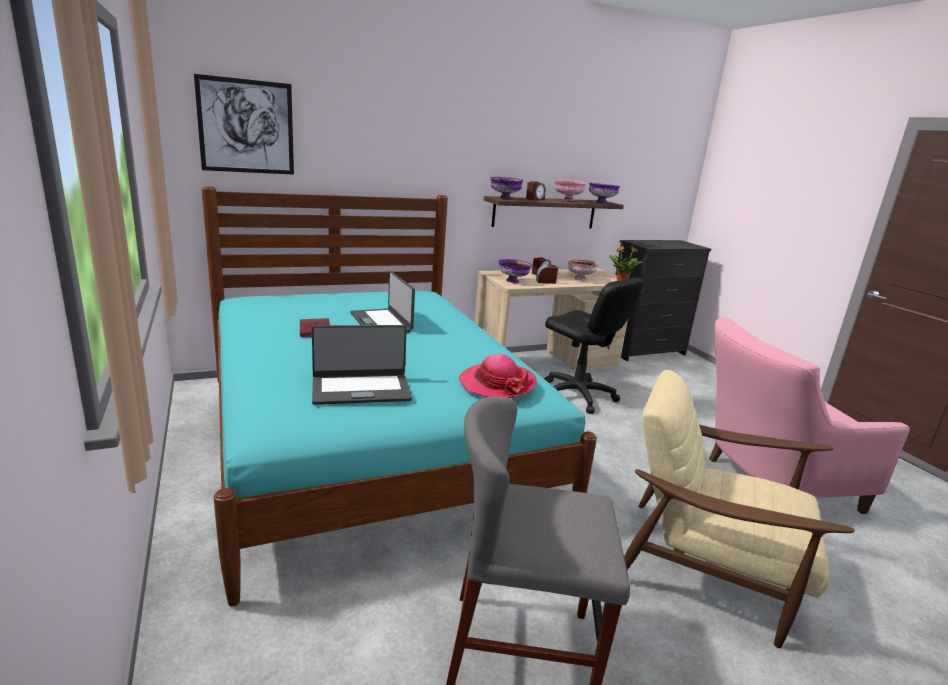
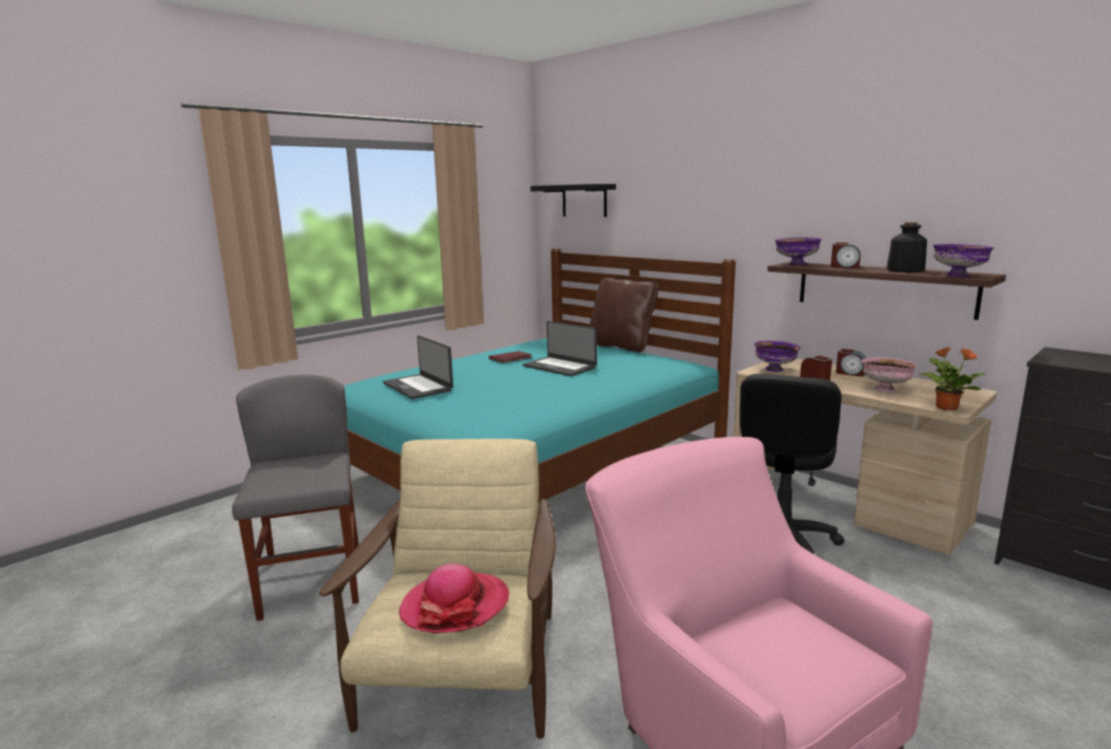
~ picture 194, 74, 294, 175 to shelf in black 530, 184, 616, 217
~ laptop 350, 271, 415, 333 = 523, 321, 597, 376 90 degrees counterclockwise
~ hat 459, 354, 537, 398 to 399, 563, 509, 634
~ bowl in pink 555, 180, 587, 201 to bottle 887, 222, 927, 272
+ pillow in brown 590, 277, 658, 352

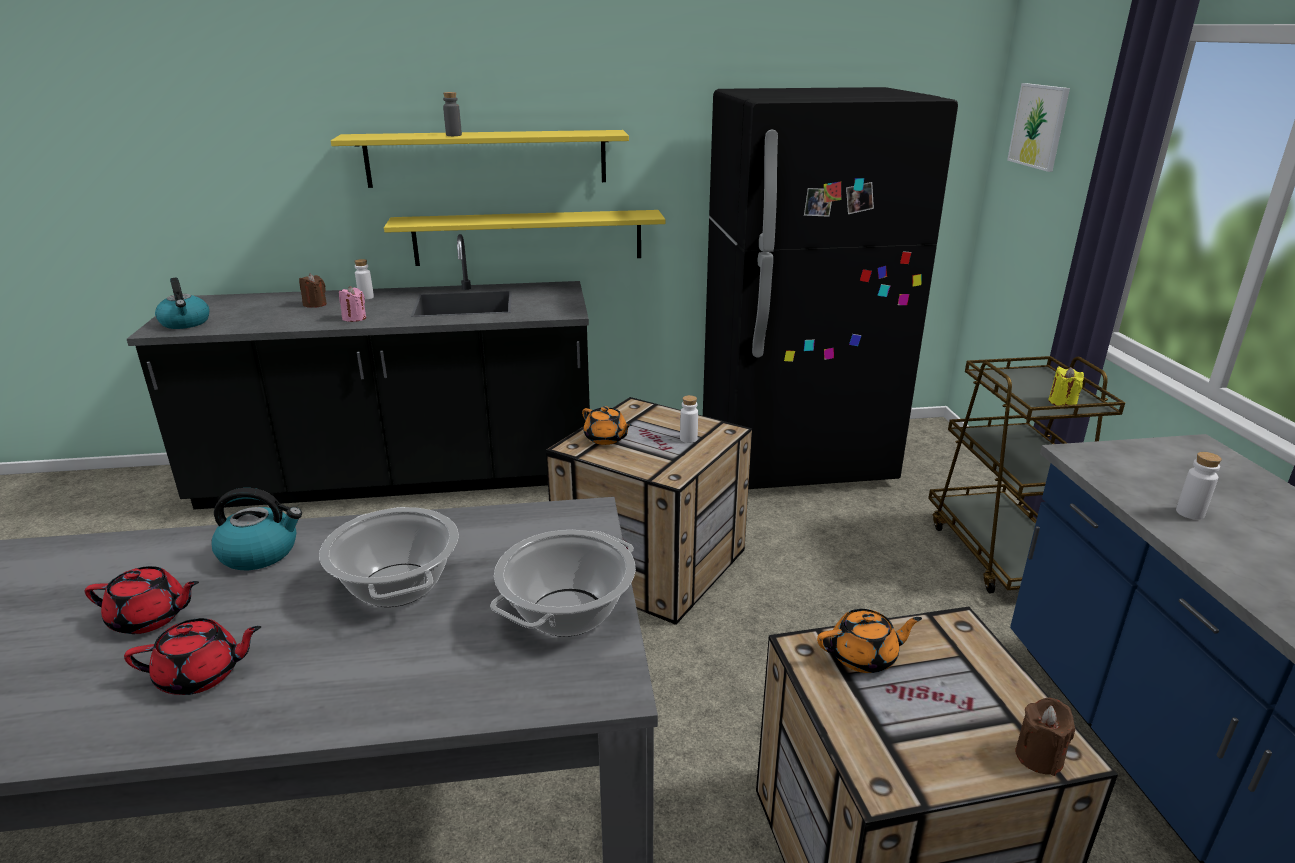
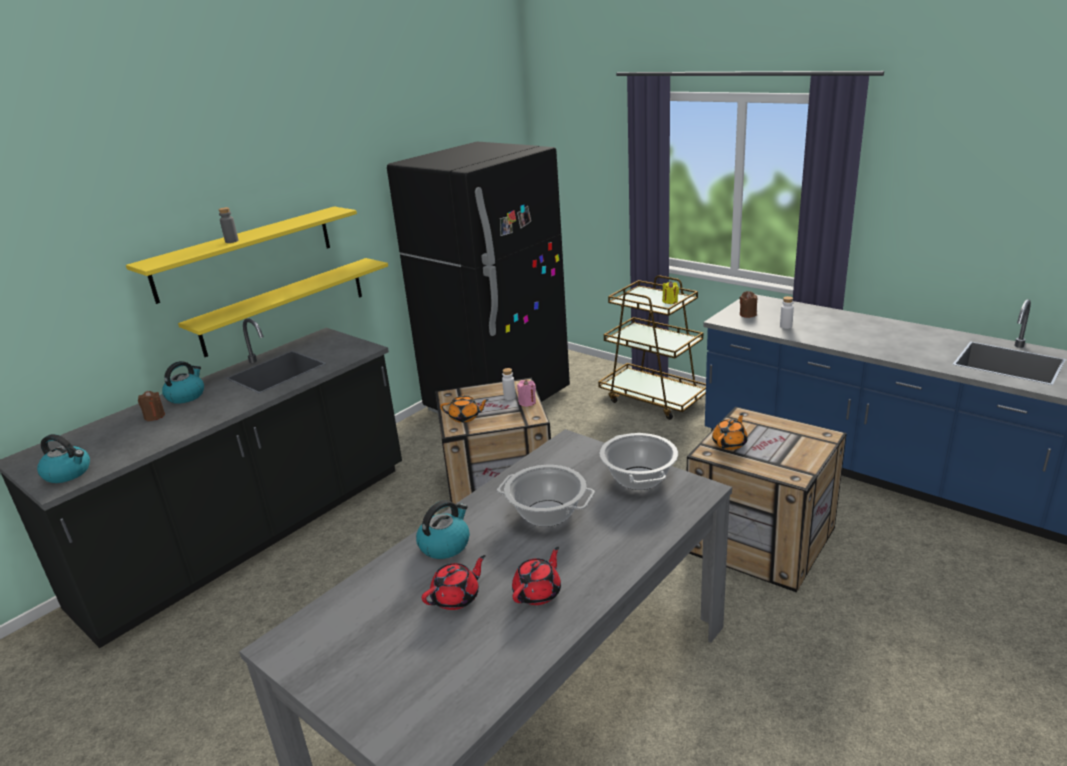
~ candle in pink 339, 286, 366, 322 to 517, 380, 536, 407
~ bottle in white 354, 259, 374, 300 to kettle 162, 361, 204, 404
- picture 1007, 83, 1070, 172
~ candle in brown 1015, 698, 1075, 776 to 740, 291, 757, 318

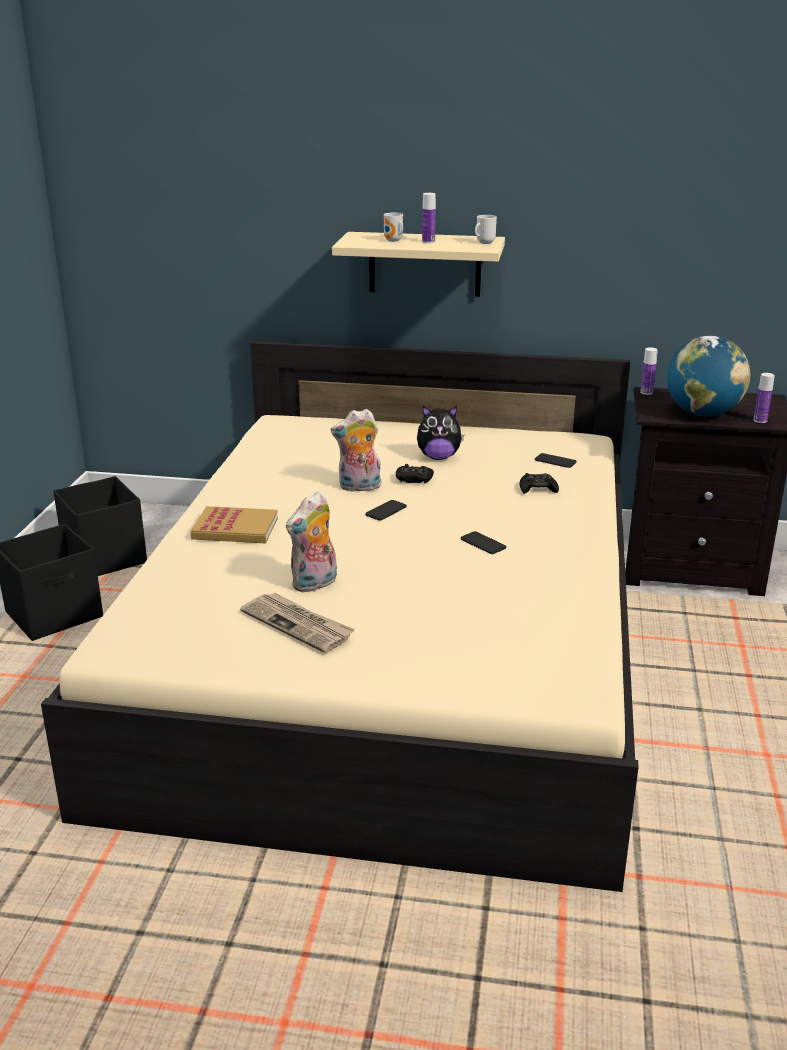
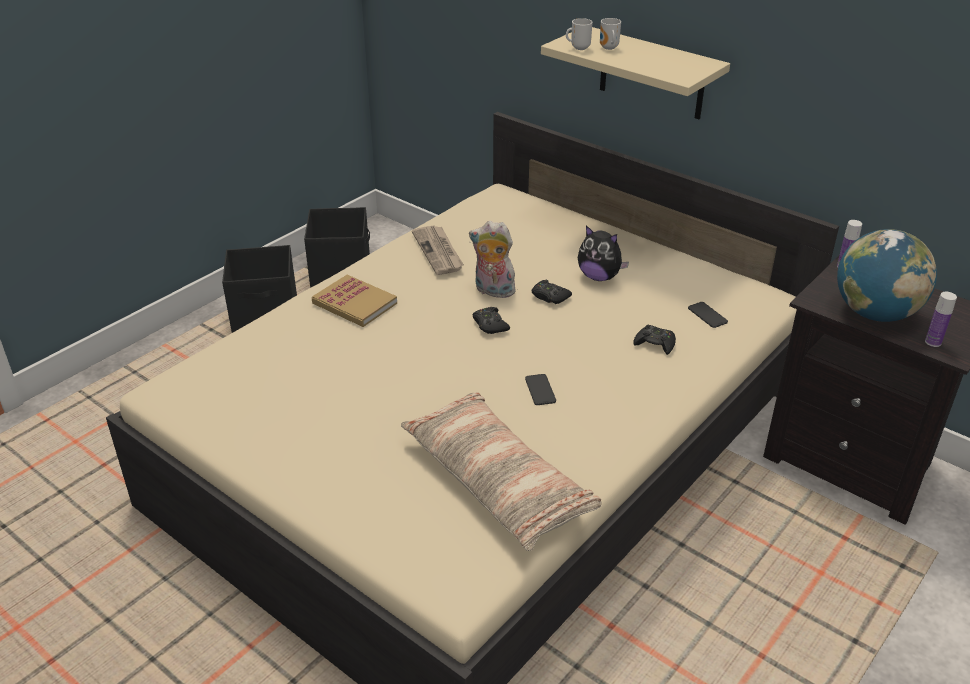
~ newspaper 240, 593, 355, 653 to 412, 225, 464, 275
- plush toy 286, 492, 337, 593
~ phone 365, 500, 407, 521 to game controller in black 472, 307, 510, 334
- bottle 422, 193, 436, 243
~ mug 475, 215, 497, 244 to 566, 18, 593, 50
+ pillow 401, 392, 602, 551

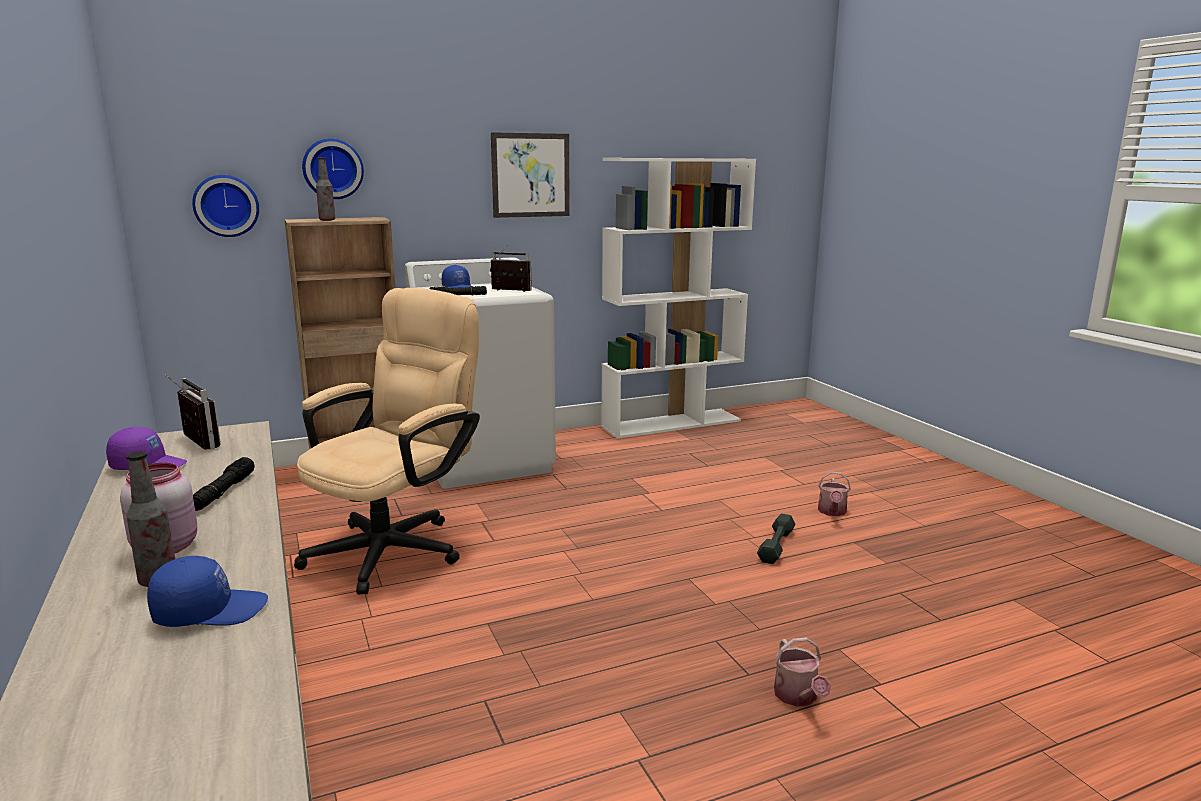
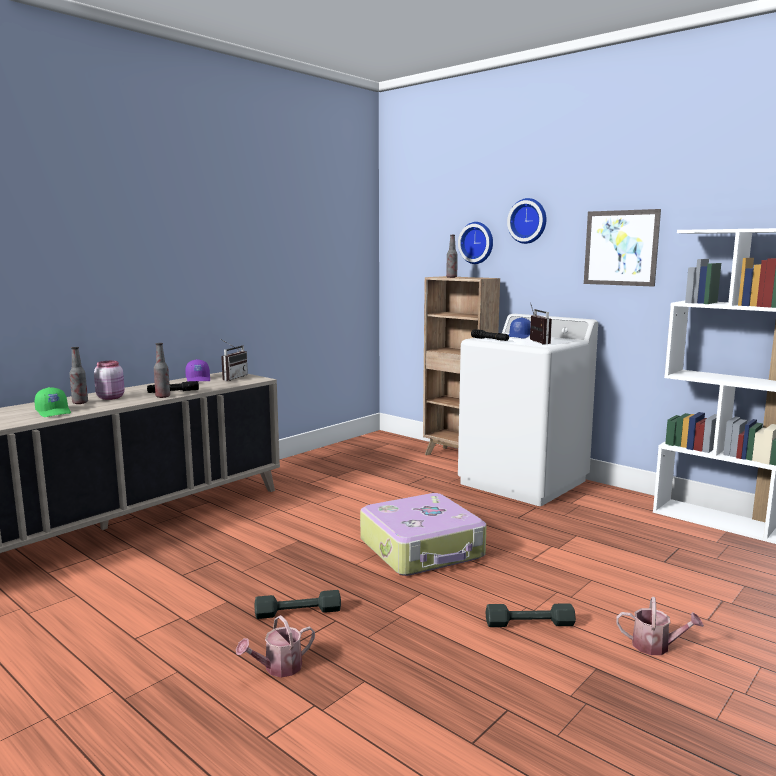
~ cap in blue 147, 556, 268, 627 to cap in green 34, 387, 71, 417
~ wall clock 192, 175, 259, 237 to 507, 198, 546, 244
- office chair in beige 294, 288, 480, 595
~ watering can 818, 472, 851, 516 = 616, 597, 704, 655 150 degrees counterclockwise
+ bottle 154, 343, 170, 398
+ dumbbell in grey 255, 590, 341, 619
+ suitcase 360, 493, 486, 576

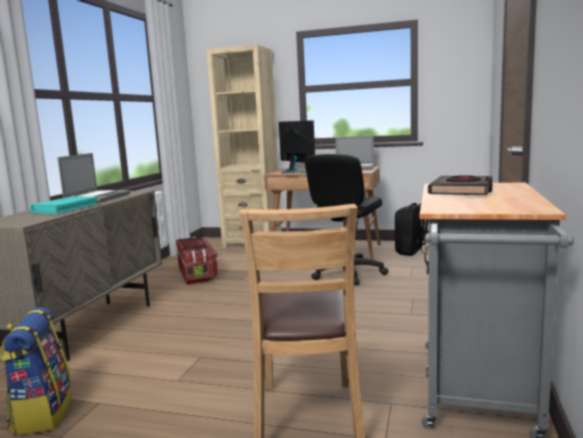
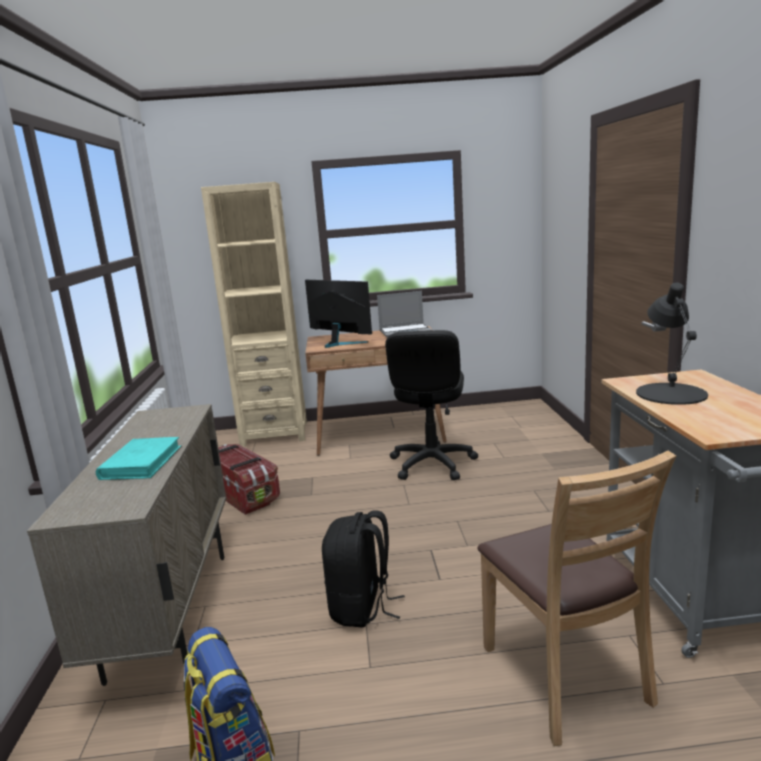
- laptop 58, 153, 131, 202
~ backpack in black 395, 203, 429, 256 to 322, 510, 405, 628
~ book in black 428, 175, 493, 195 to table lamp in black 636, 282, 708, 405

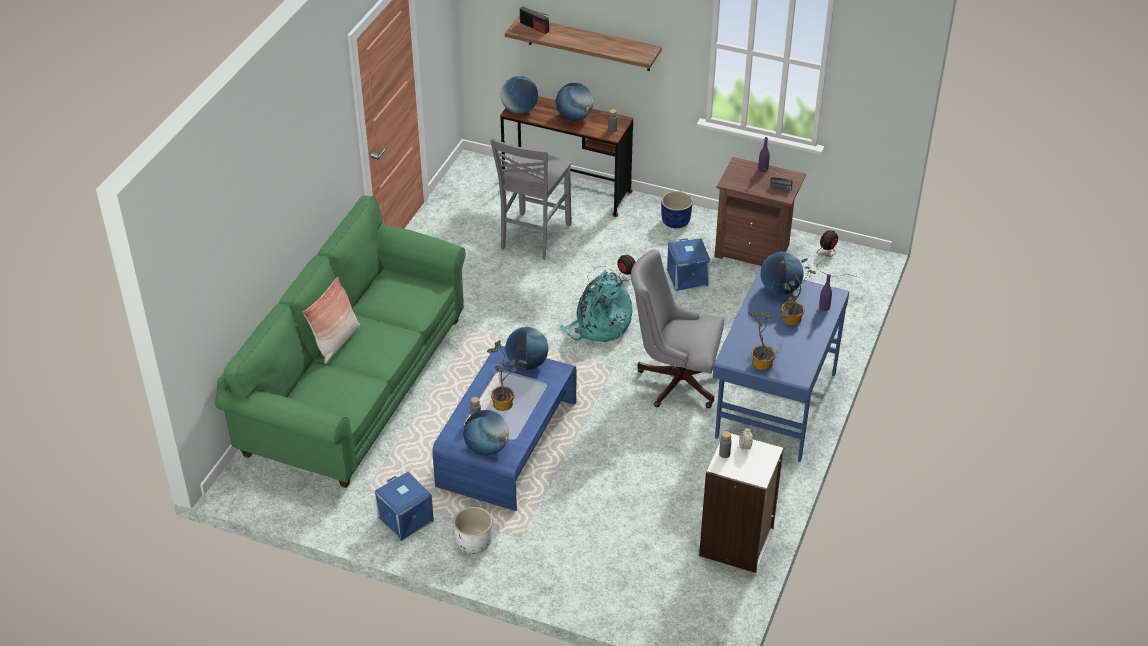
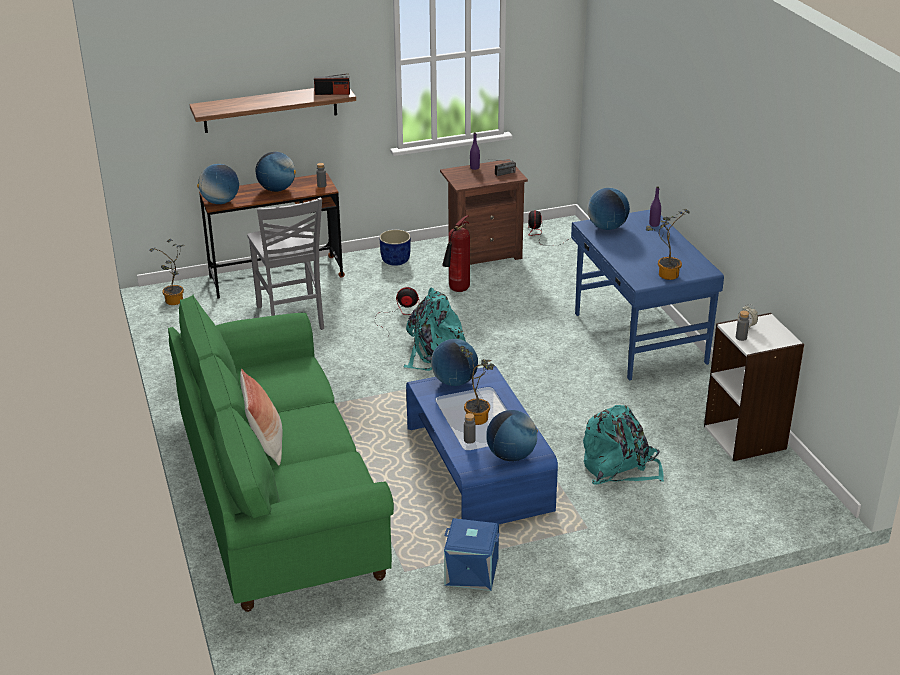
- planter in white 454, 507, 492, 554
~ radio 520, 7, 549, 34 to 314, 73, 350, 95
- office chair in grey 631, 249, 724, 408
~ storage box in blue 667, 238, 710, 291 to fire extinguisher 442, 215, 470, 292
~ potted plant 780, 258, 816, 325 to 149, 239, 184, 305
+ backpack in turquoise 583, 405, 664, 485

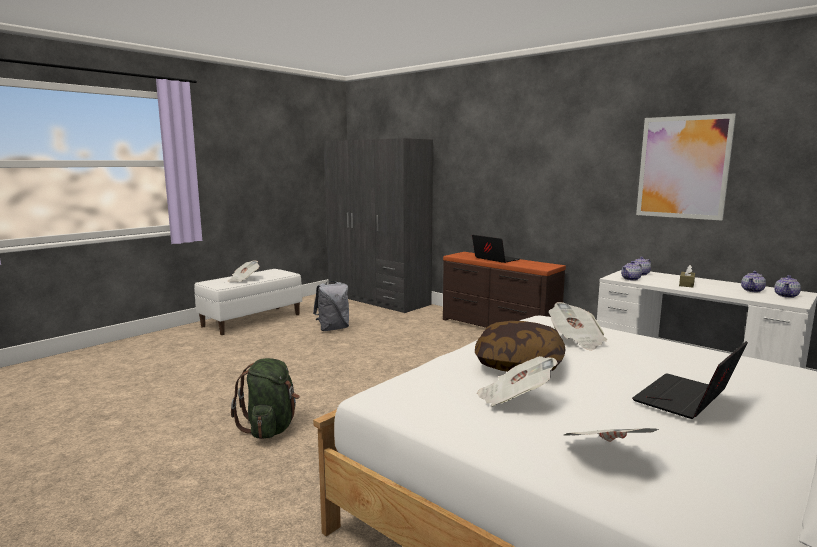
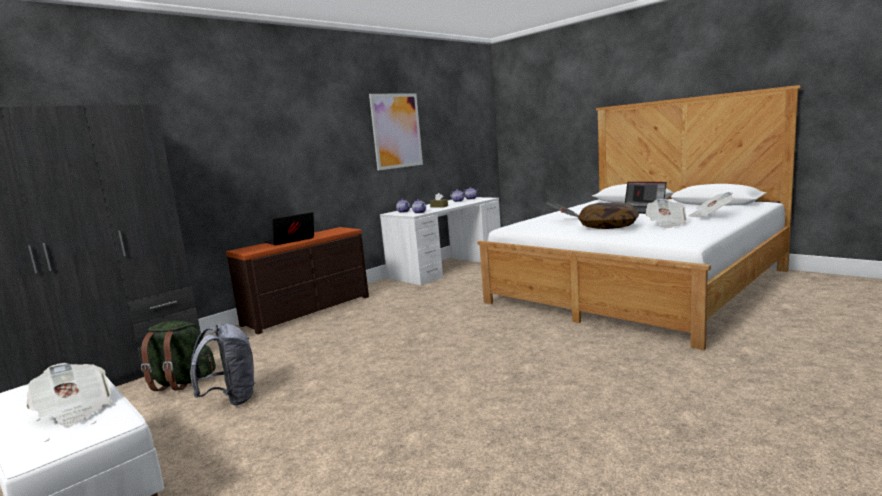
~ backpack in green 231, 358, 300, 439 to 141, 321, 216, 391

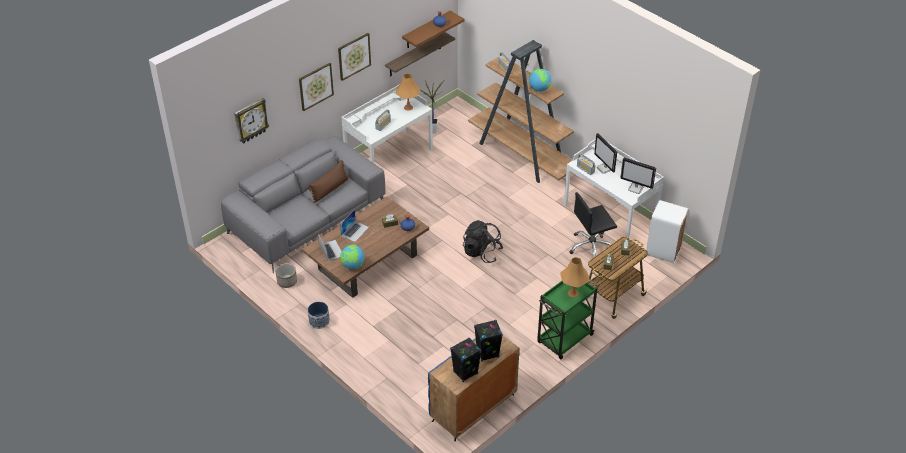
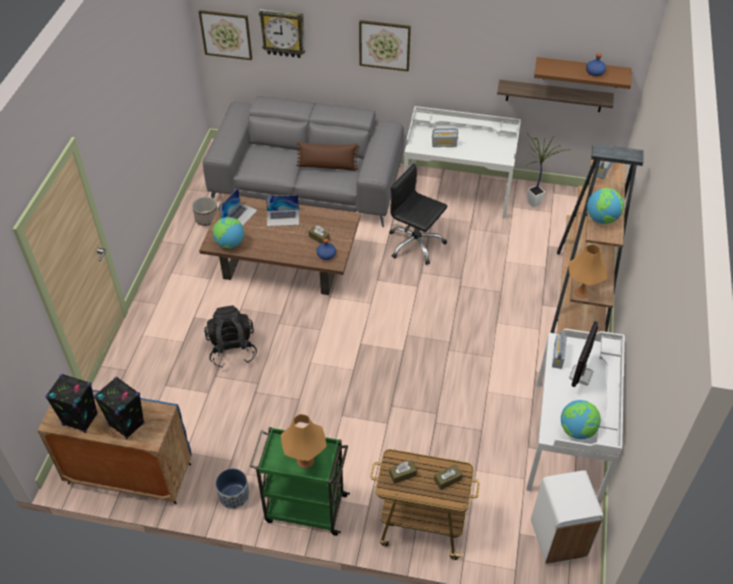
~ planter 308, 302, 330, 329 to 216, 468, 249, 509
~ picture 338, 33, 371, 81 to 199, 10, 252, 60
~ table lamp in orange 396, 73, 420, 110 to 569, 244, 607, 298
~ backpack in black 463, 220, 503, 263 to 204, 305, 257, 368
~ office chair in black 569, 192, 617, 258 to 389, 163, 447, 265
~ monitor 620, 157, 656, 194 to globe 561, 400, 601, 439

